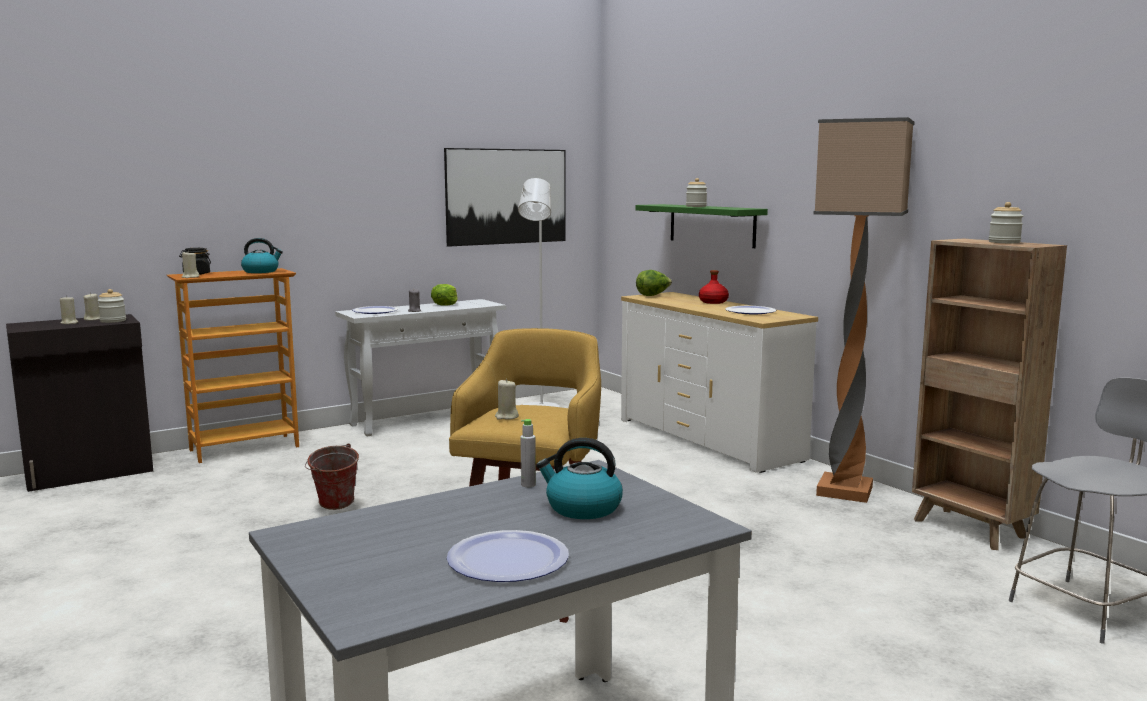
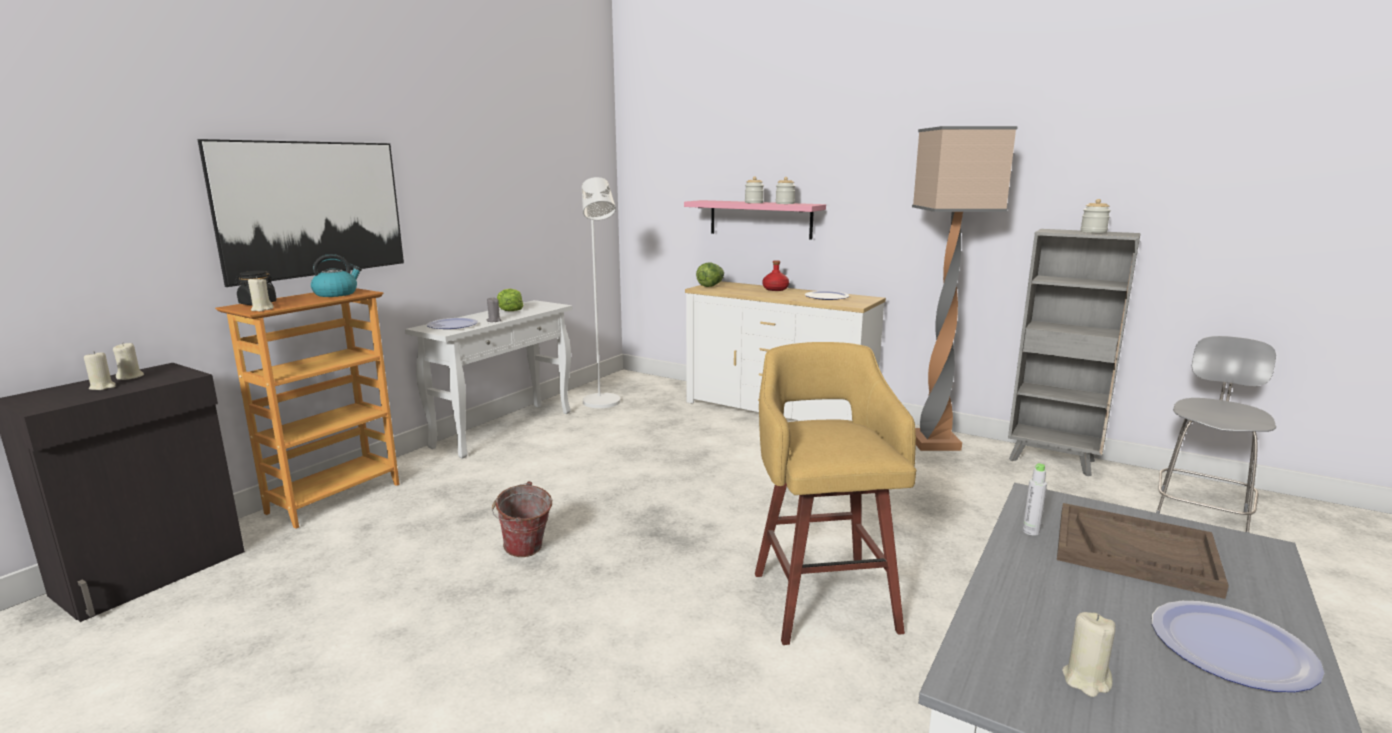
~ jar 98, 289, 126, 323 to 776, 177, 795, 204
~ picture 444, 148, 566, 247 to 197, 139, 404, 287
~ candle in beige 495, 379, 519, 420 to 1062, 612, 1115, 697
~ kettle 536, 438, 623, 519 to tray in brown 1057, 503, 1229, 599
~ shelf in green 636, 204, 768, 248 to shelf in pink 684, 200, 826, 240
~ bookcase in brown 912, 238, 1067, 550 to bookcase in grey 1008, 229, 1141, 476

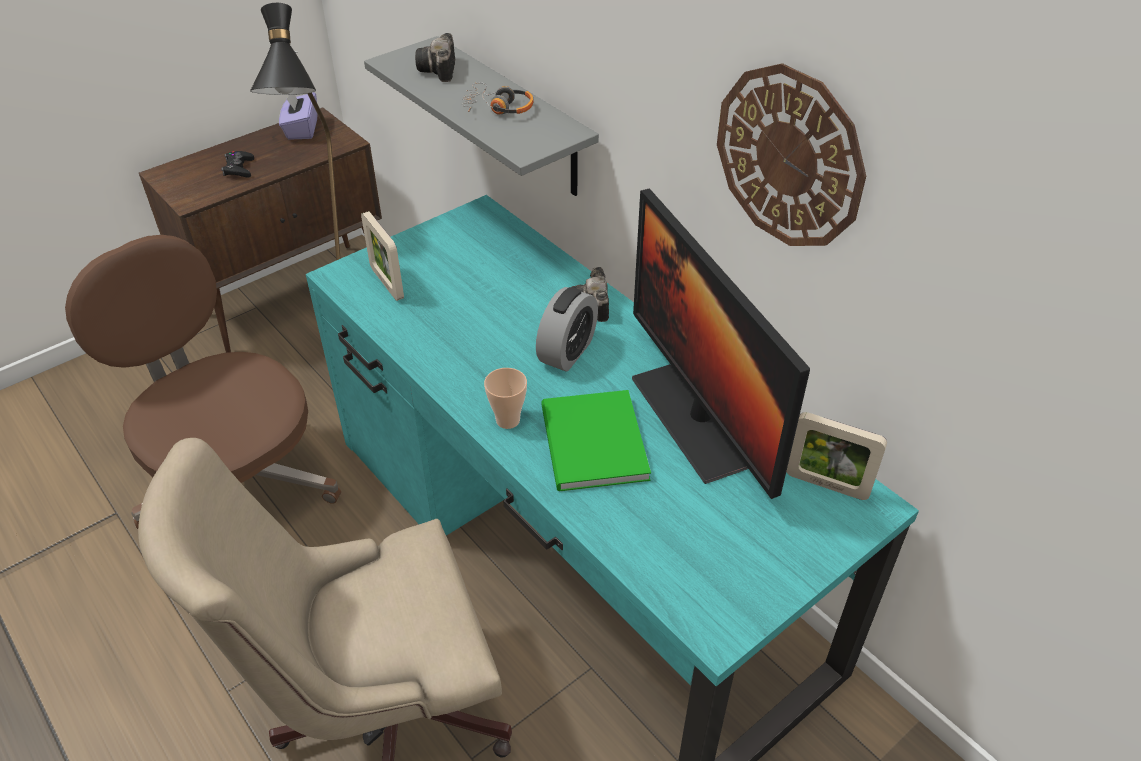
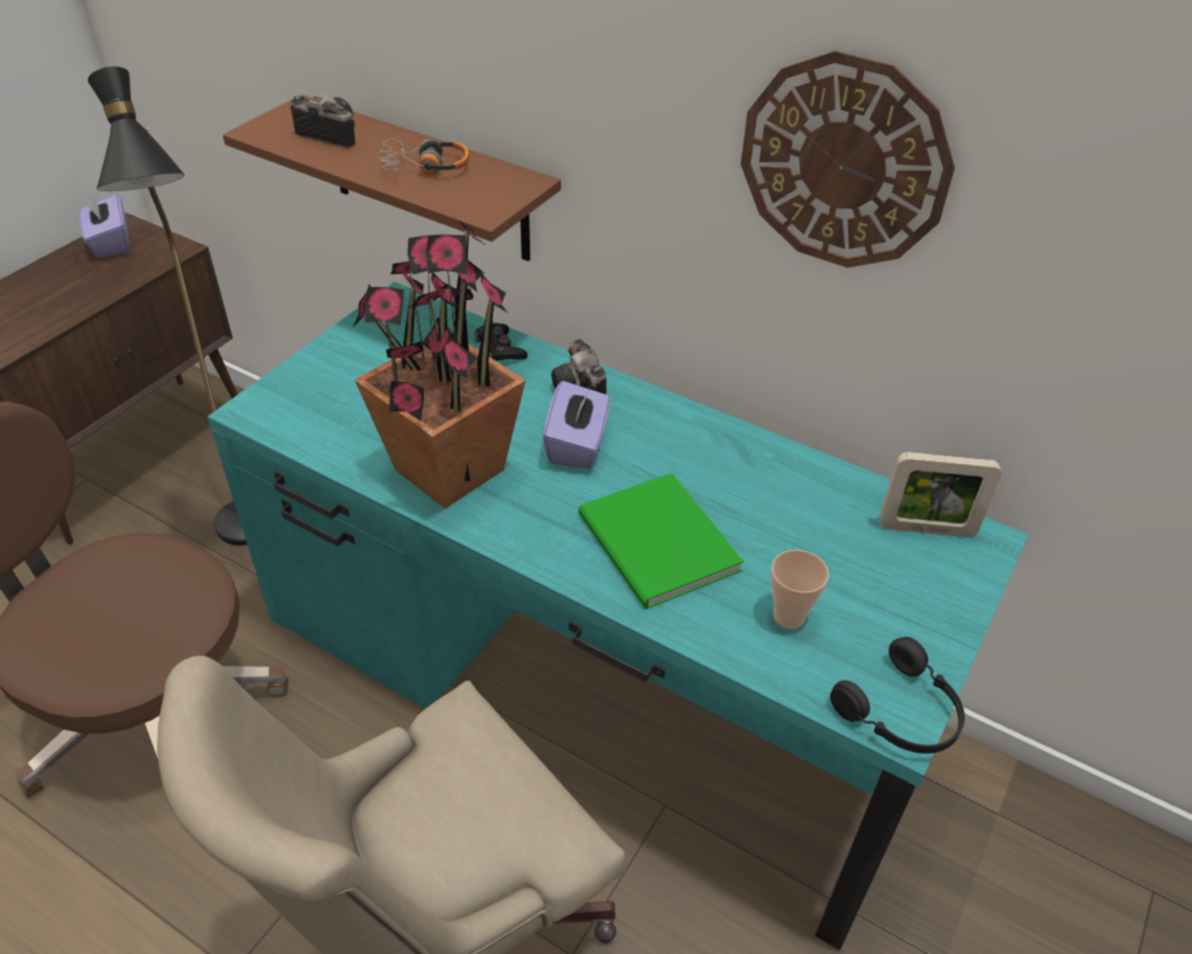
~ game controller in black 221, 151, 254, 177 to 474, 323, 527, 361
- picture frame 361, 211, 404, 301
~ shelf in grey 364, 36, 599, 196 to shelf in brown 223, 95, 561, 261
~ photo camera 415, 33, 455, 82 = 290, 94, 356, 148 135 degrees clockwise
~ cup 484, 368, 527, 429 to 771, 550, 829, 629
~ alarm clock 536, 287, 598, 371 to tissue box in purple 543, 381, 610, 469
- monitor 632, 188, 810, 499
+ potted plant 353, 214, 526, 509
+ headphones in black 830, 637, 965, 754

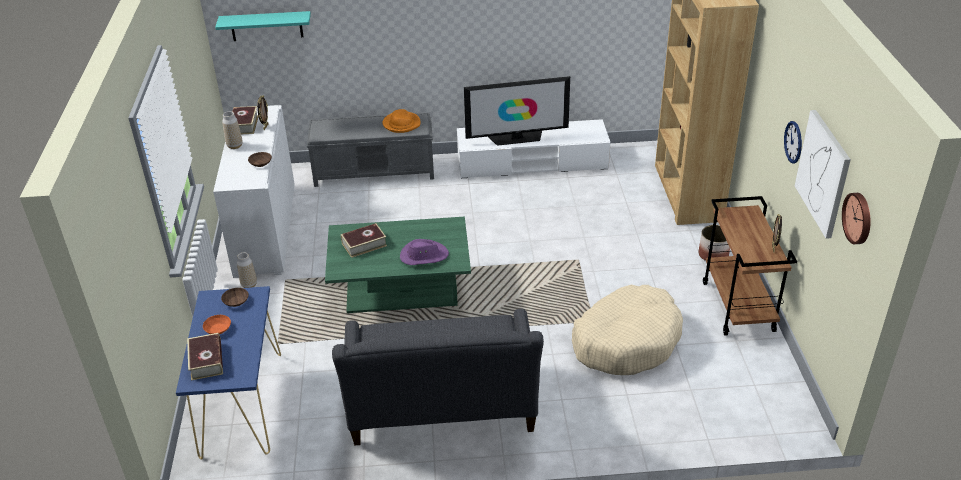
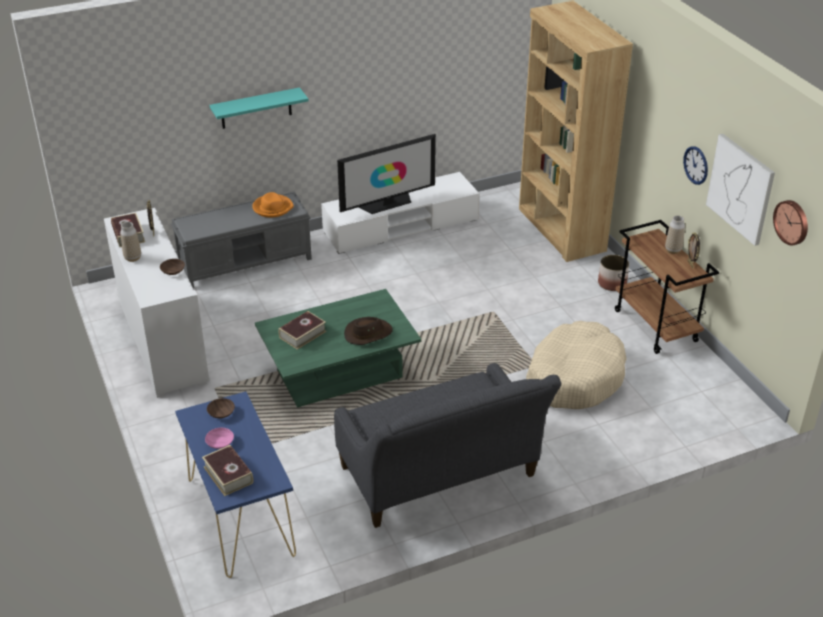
~ bowl in orange 203, 315, 231, 334 to bowl in pink 205, 428, 234, 449
~ shelf in turquoise 215, 11, 311, 41 to 209, 87, 309, 129
~ vase 237, 252, 257, 288 to 665, 215, 685, 254
~ hat in purple 400, 239, 449, 265 to hat in brown 344, 317, 392, 345

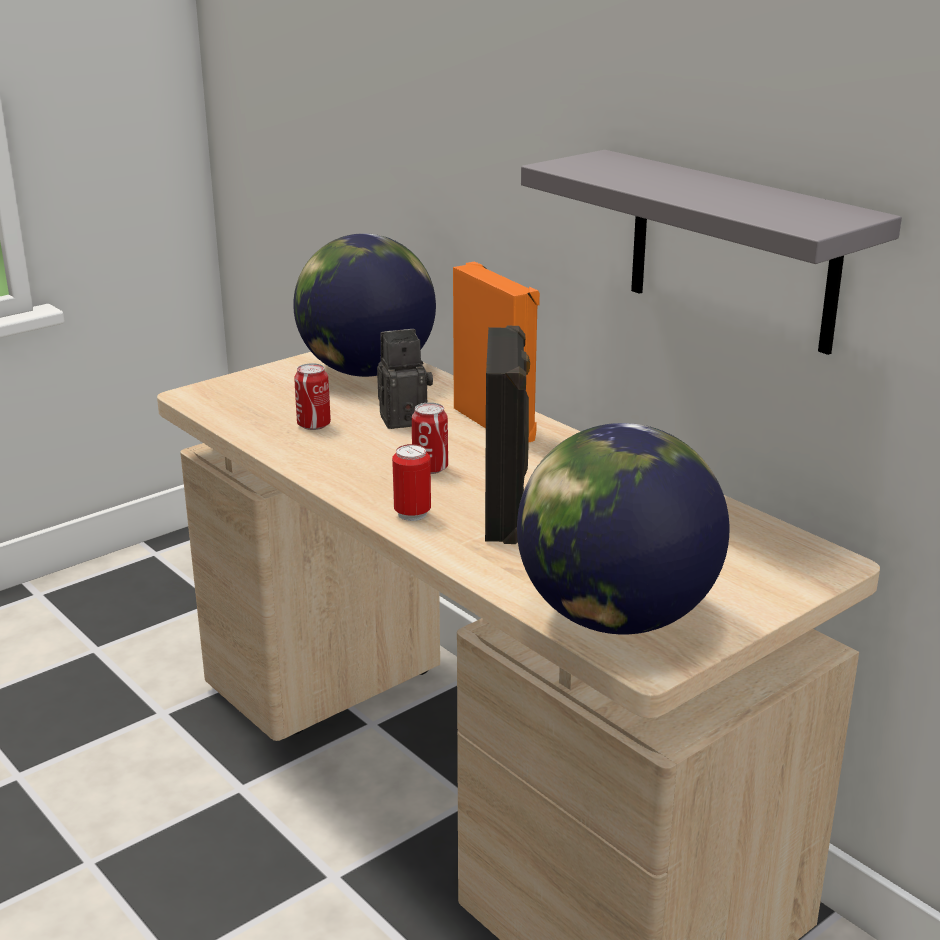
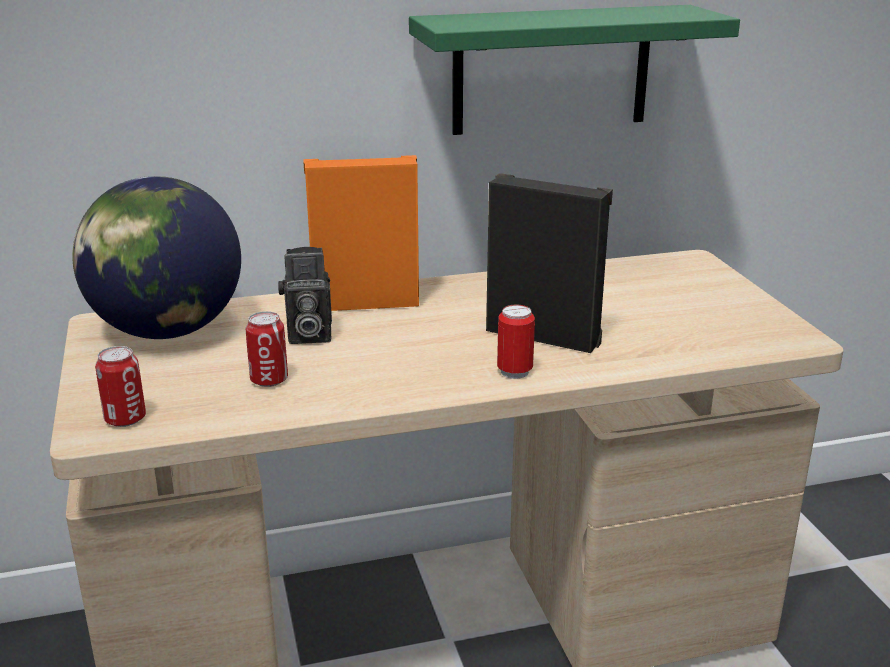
~ photo camera 377, 329, 433, 429 = 278, 247, 332, 344 105 degrees counterclockwise
~ can 412, 402, 448, 474 to 95, 346, 146, 427
- globe 517, 423, 729, 634
~ shelf in grey 521, 150, 902, 355 to shelf in green 409, 5, 740, 135

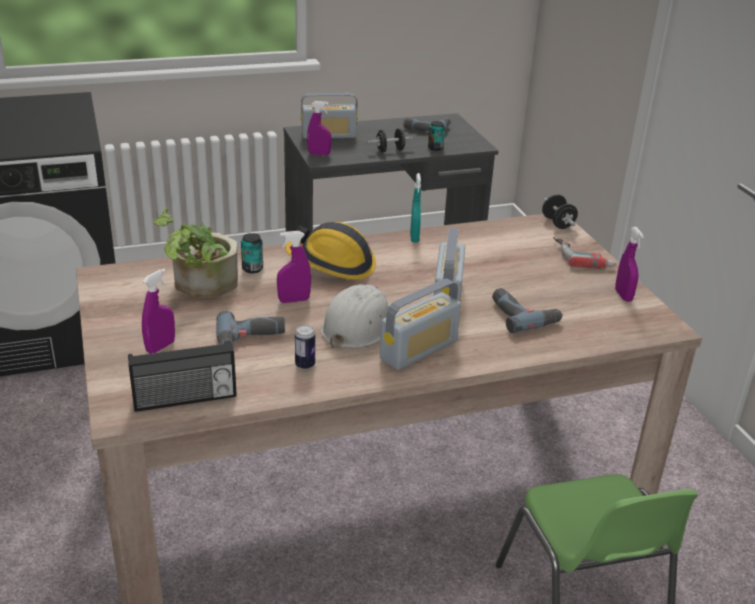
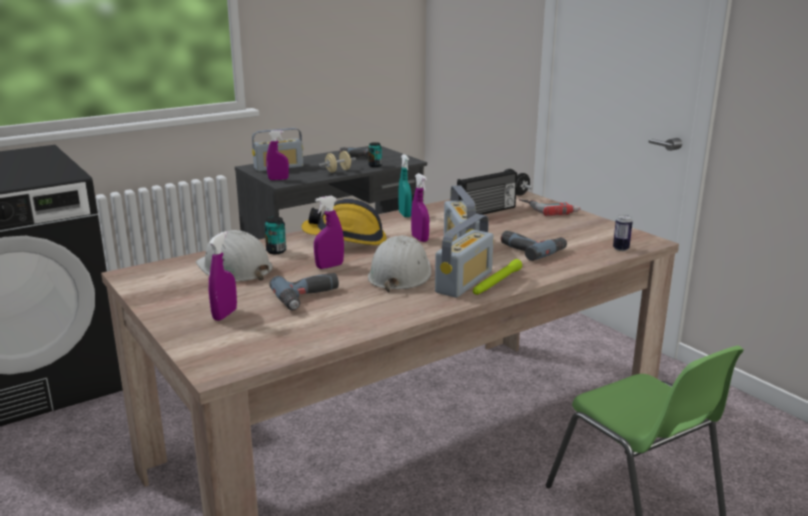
~ radio 128, 341, 237, 412 to 457, 170, 517, 215
~ potted plant 153, 208, 238, 298 to hard hat in white 196, 230, 273, 282
~ can 295, 325, 315, 369 to 613, 215, 633, 251
~ dumbbell in black 368, 128, 414, 152 to dumbbell in beige 319, 151, 356, 173
~ spray bottle in purple 615, 227, 644, 302 to 411, 173, 429, 242
+ flashlight in green 473, 259, 522, 295

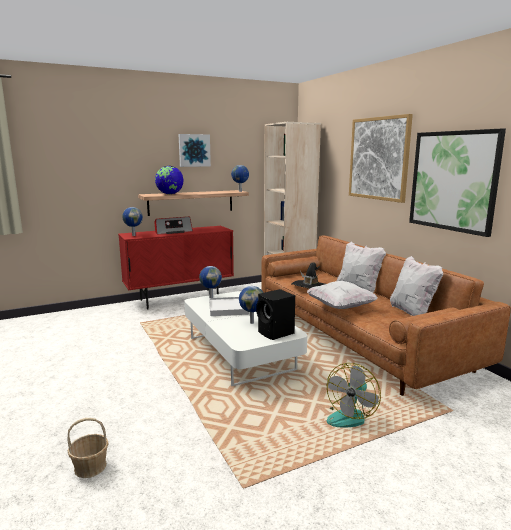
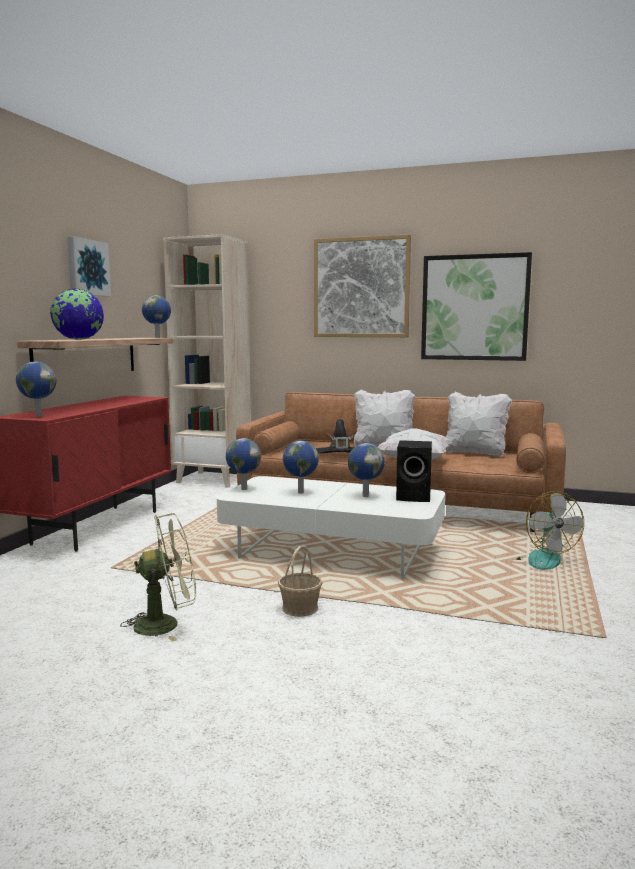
~ basket 67, 418, 109, 478 to 278, 545, 322, 617
- radio 154, 217, 193, 234
~ tray in white 209, 297, 249, 316 to globe 283, 441, 319, 493
+ fan in green 120, 513, 196, 642

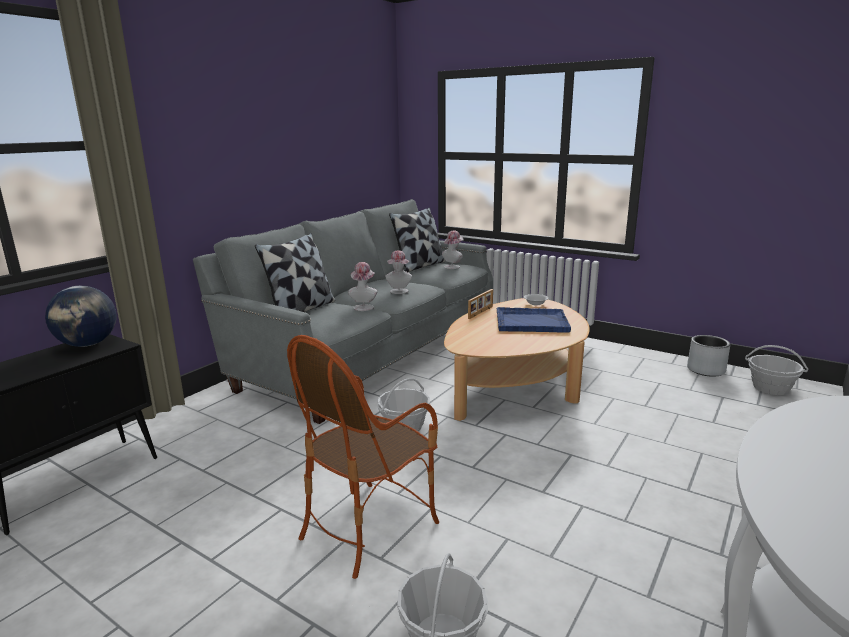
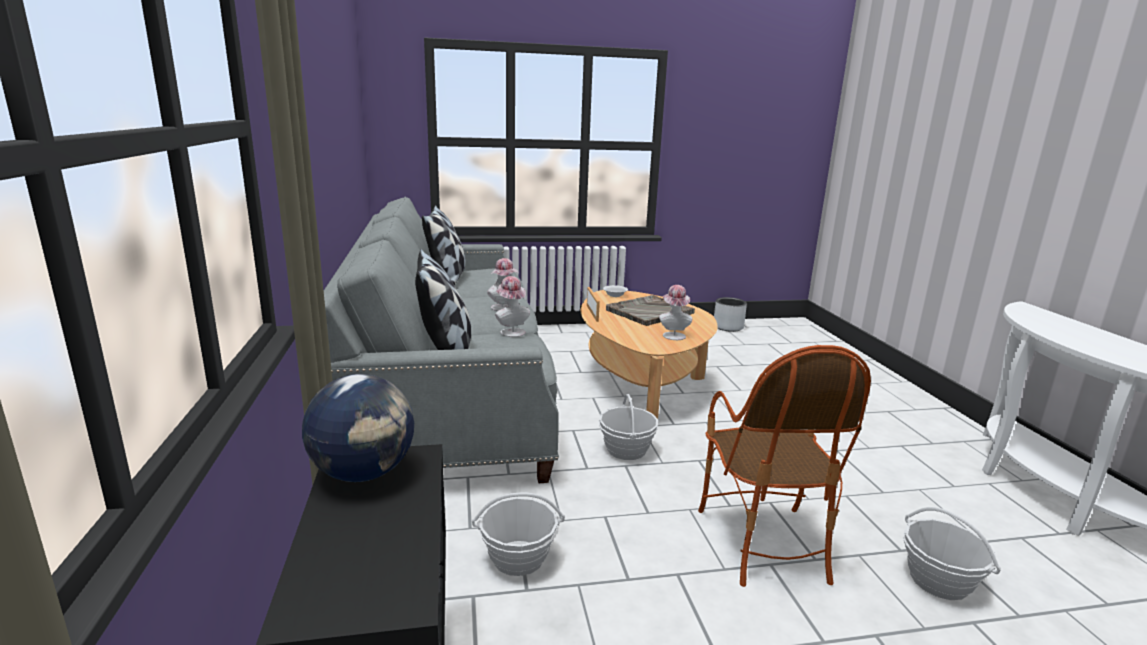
~ hat 442, 230, 463, 269 to 659, 285, 692, 340
~ tray in blue 497, 307, 571, 333 to tray in grey 606, 295, 695, 326
~ basket 745, 345, 808, 395 to 472, 493, 565, 576

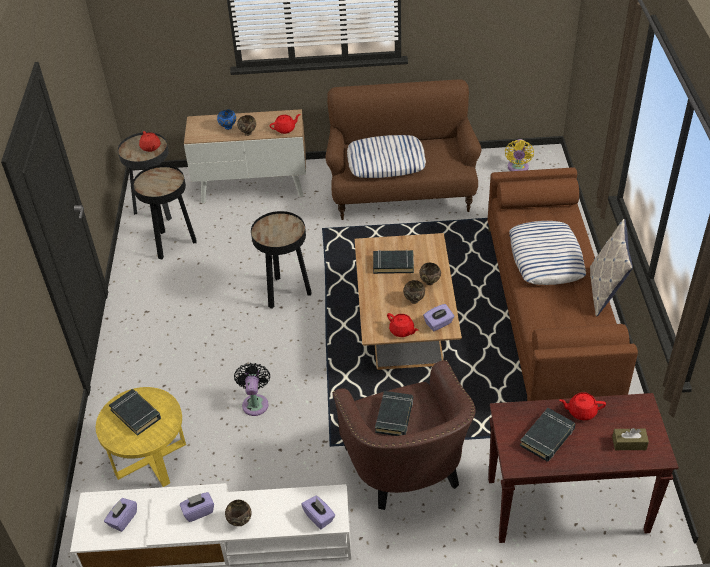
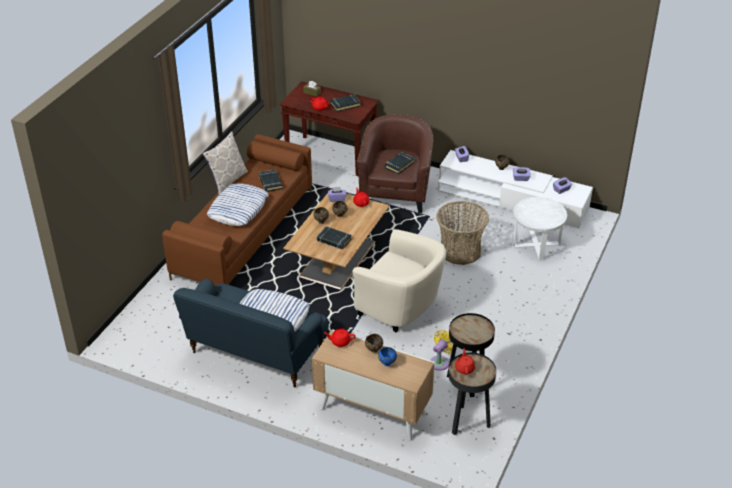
~ side table in yellow 96, 387, 186, 487 to side table in white 513, 197, 567, 260
~ book in black 109, 389, 161, 436 to 259, 169, 283, 192
~ fan in black 234, 363, 270, 416 to basket 436, 201, 489, 265
~ side table in black 251, 211, 312, 309 to armchair in beige 353, 229, 446, 332
~ sofa in brown 325, 79, 481, 220 to sofa in blue 173, 278, 329, 388
~ fan in yellow 505, 139, 534, 171 to 430, 330, 457, 371

